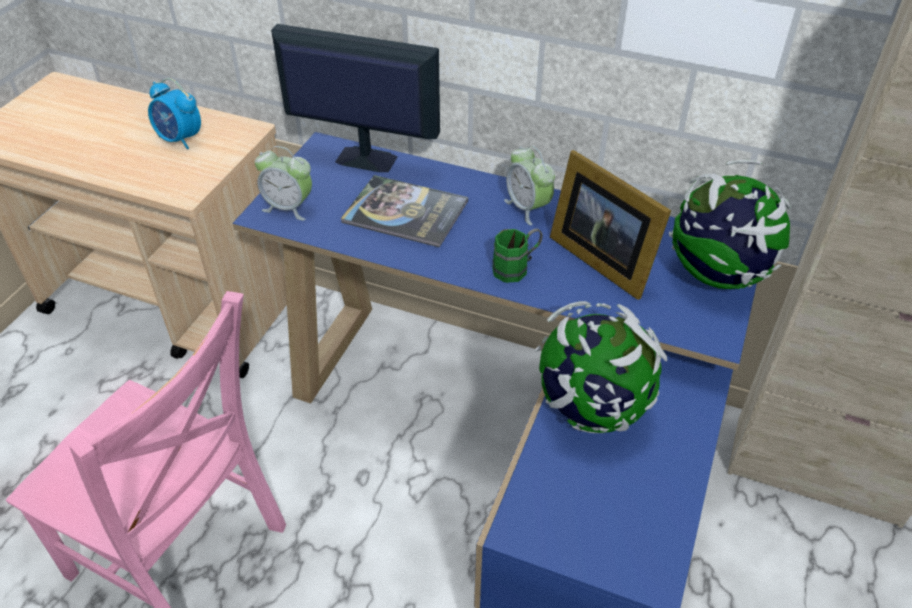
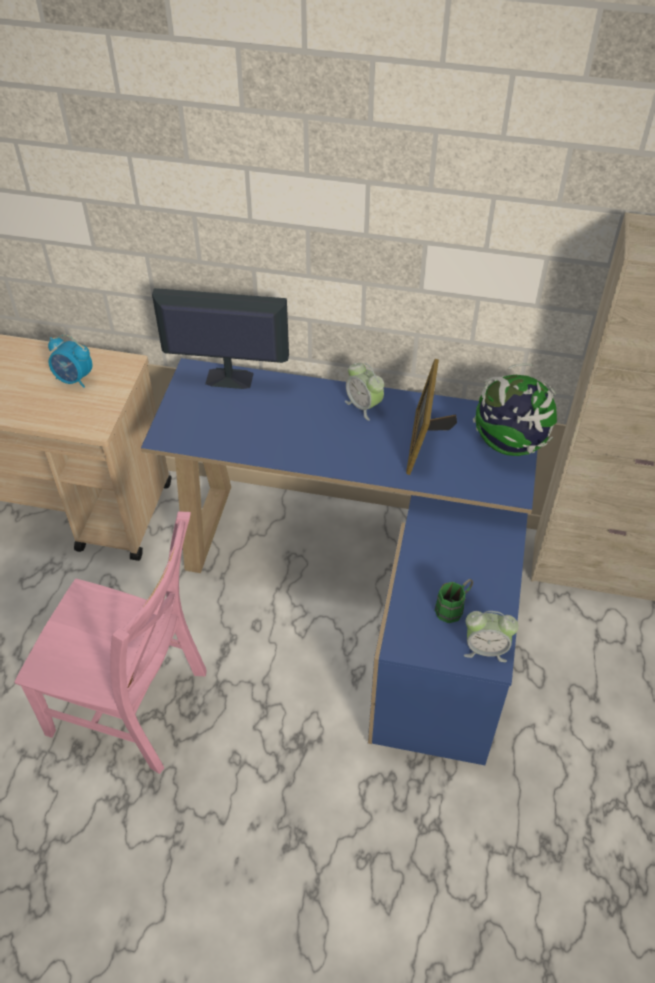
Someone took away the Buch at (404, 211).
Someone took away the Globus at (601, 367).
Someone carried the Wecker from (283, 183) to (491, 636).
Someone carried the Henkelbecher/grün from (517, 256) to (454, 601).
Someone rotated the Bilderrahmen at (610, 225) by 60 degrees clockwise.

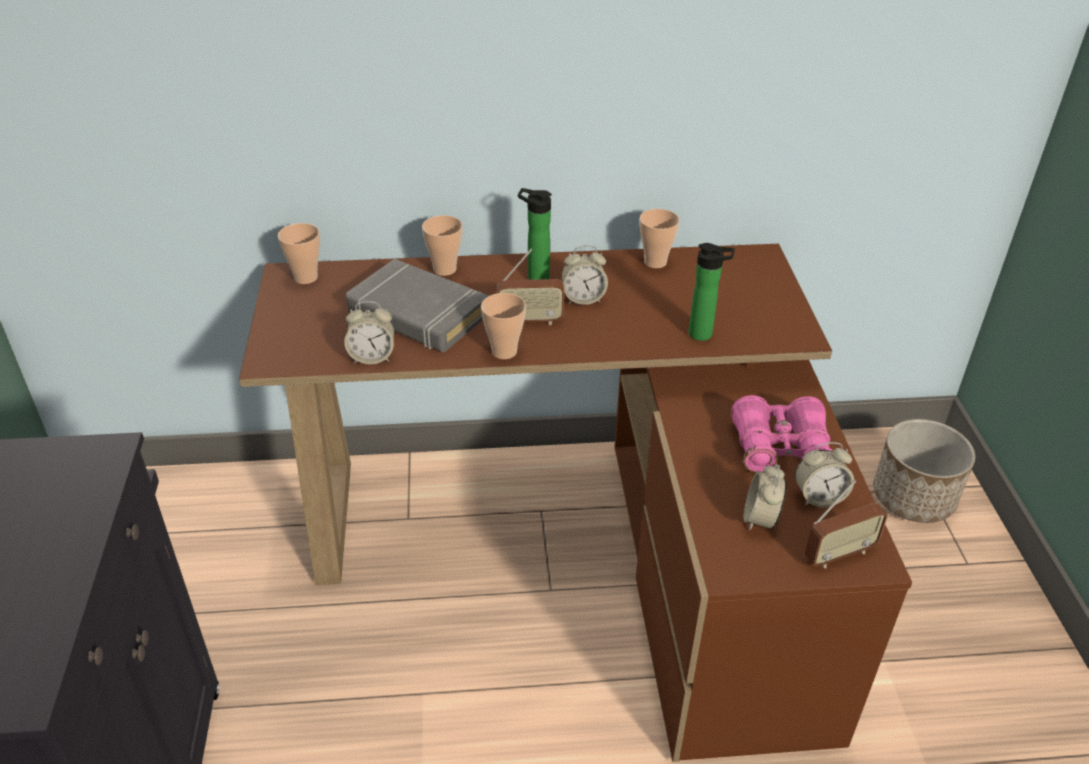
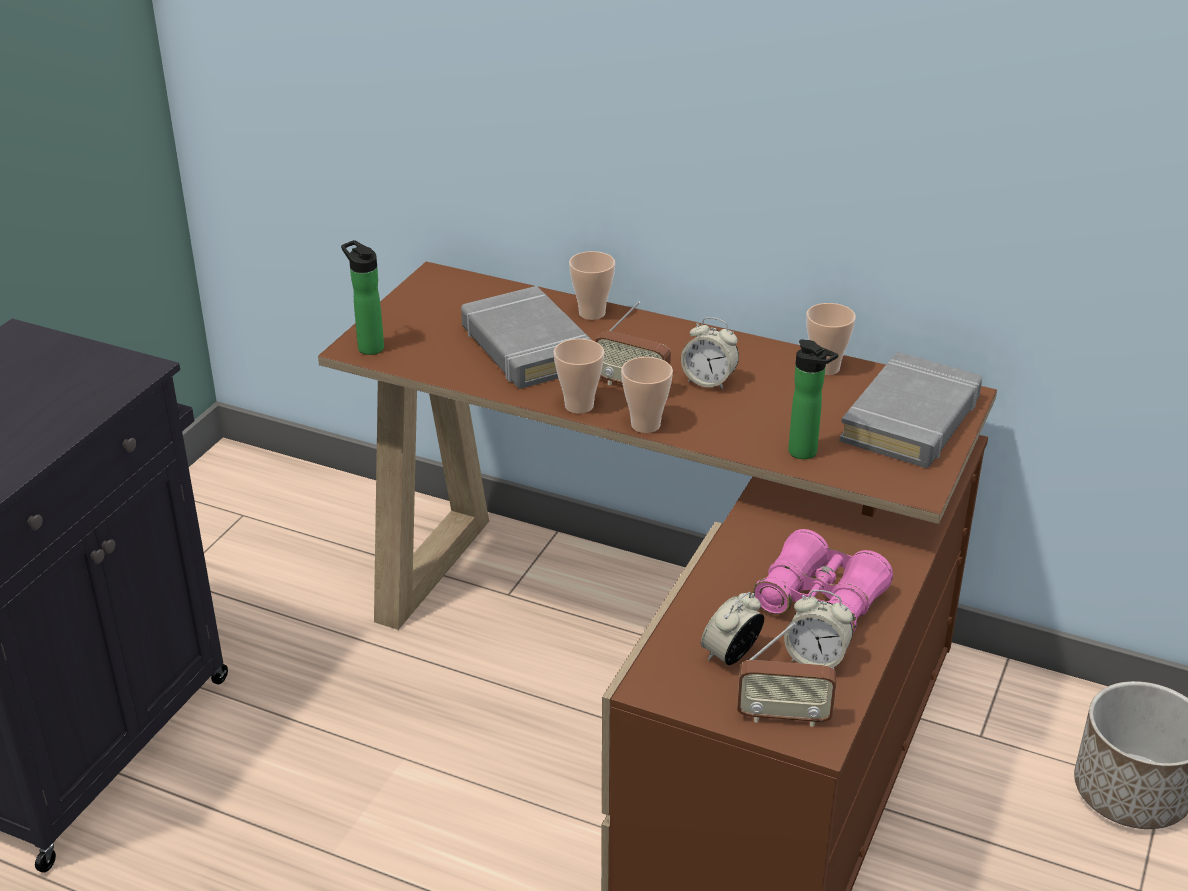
Someone took away the Wecker at (369, 332).
Someone put down the Buch/grau at (910, 410).
Someone carried the Tasse from (299, 253) to (647, 395).
Someone carried the Flasche from (535, 234) to (362, 297).

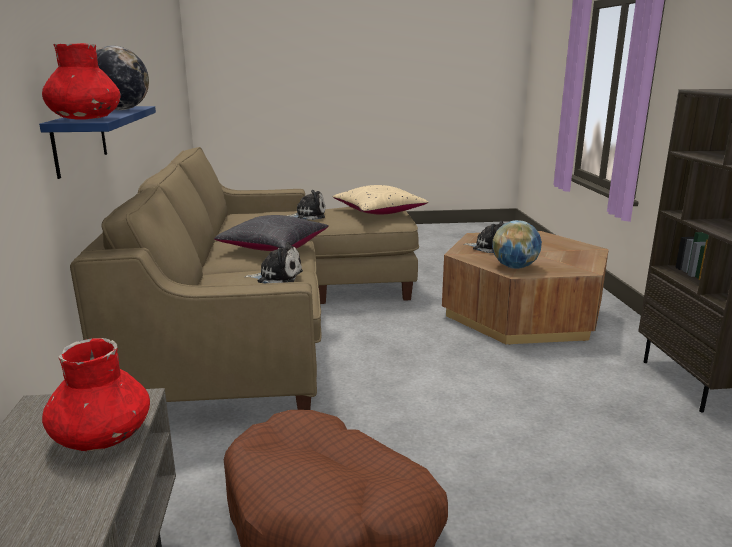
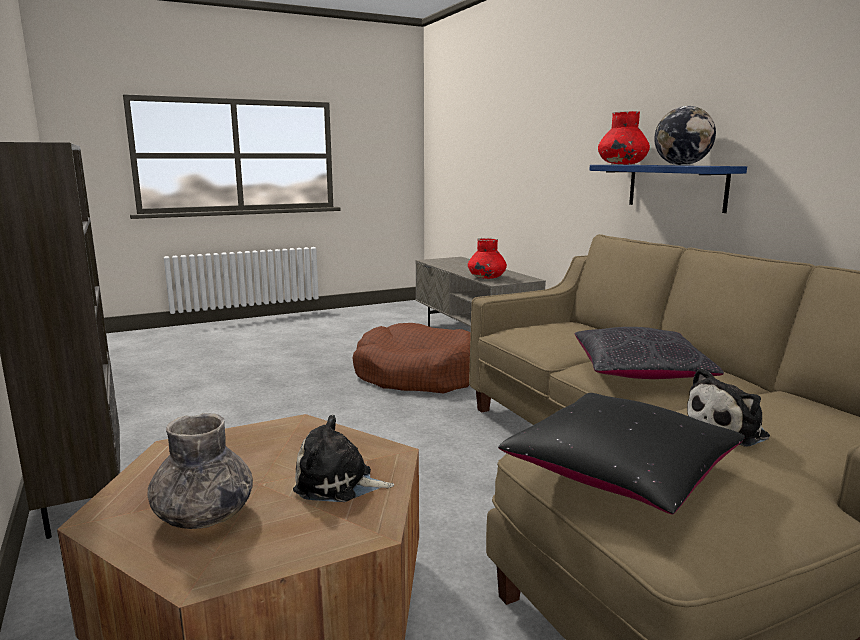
Someone took away the Plüschtier at (273, 262).
Someone took away the Globus at (517, 244).
Someone put down the Vase/grau at (200, 471).
Someone repainted the Kissen/beige at (380, 200), which became the Kissen/schwarz at (621, 454).

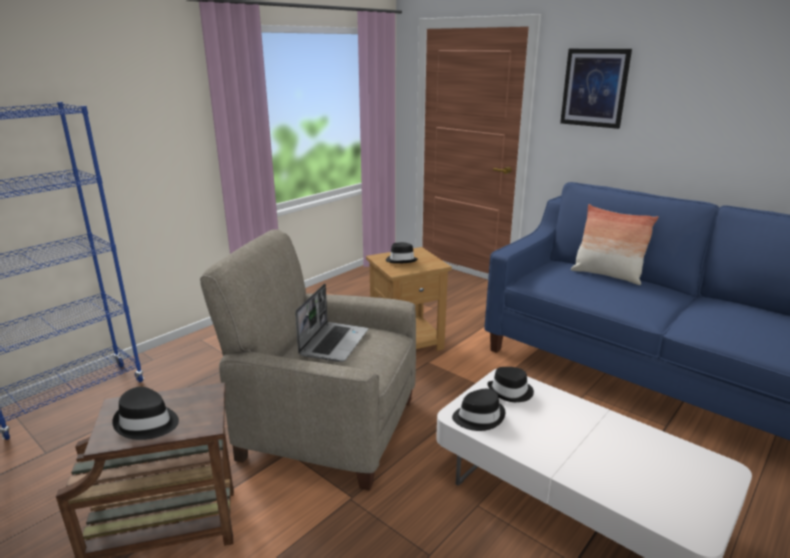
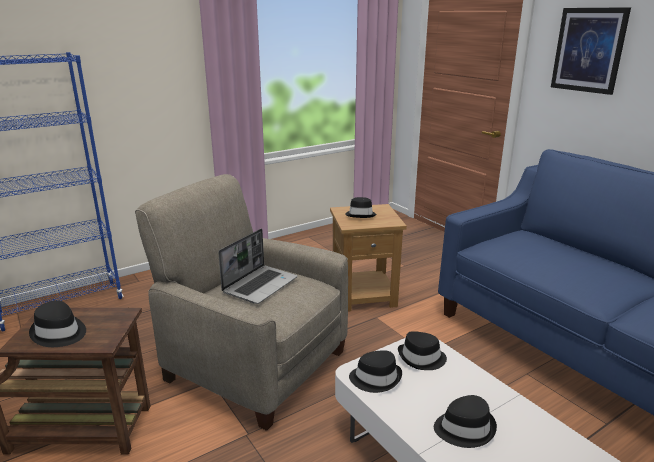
Someone took away the Kissen at (615, 244).
Someone put down the Hut/schwarz at (465, 421).

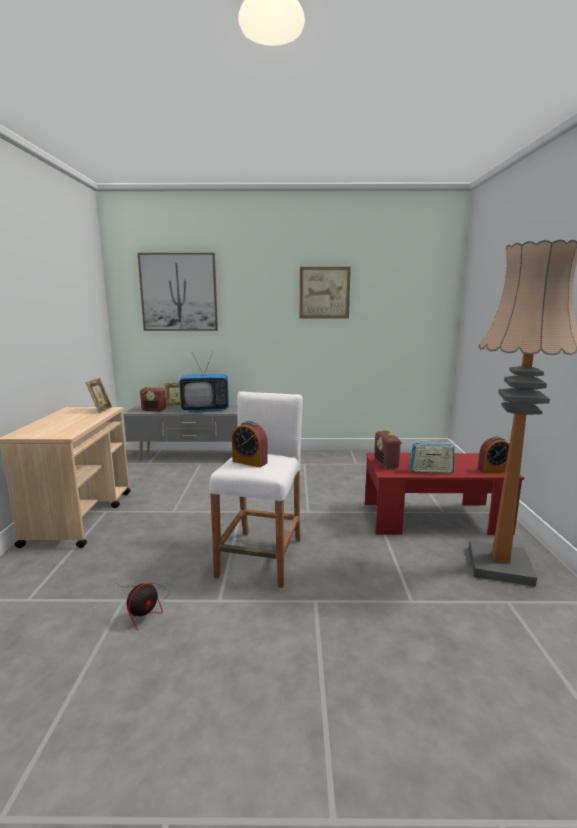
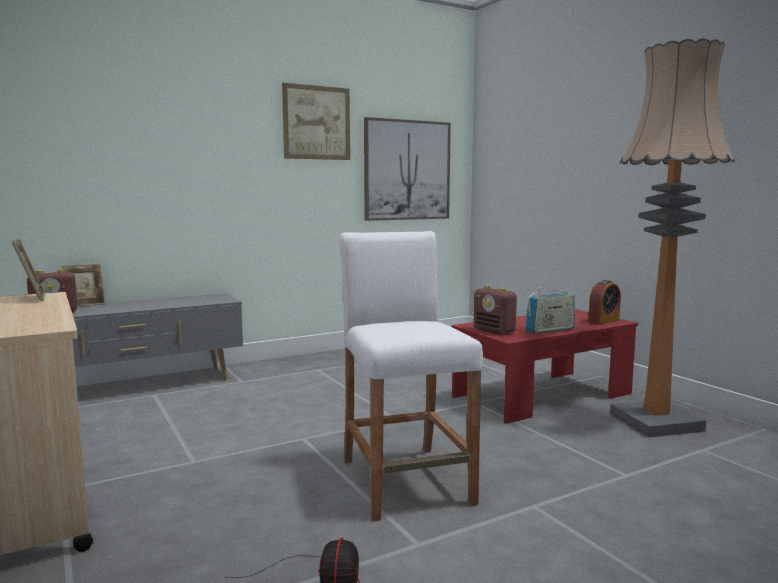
Someone took away the Fernseher at (204, 382).
Someone took away the Wecker at (250, 444).
Someone carried the Bild from (178, 292) to (407, 169).

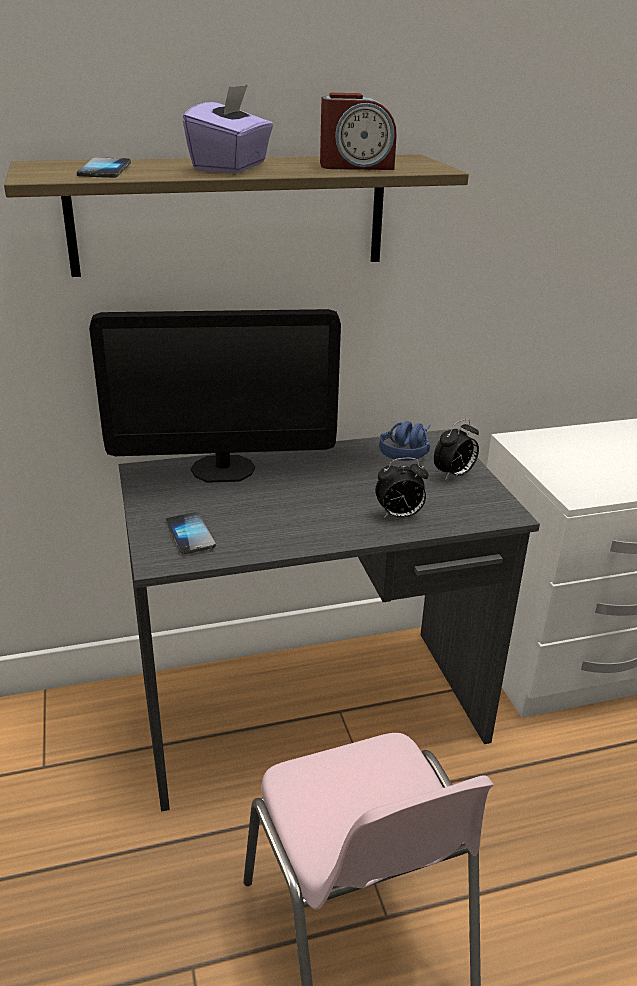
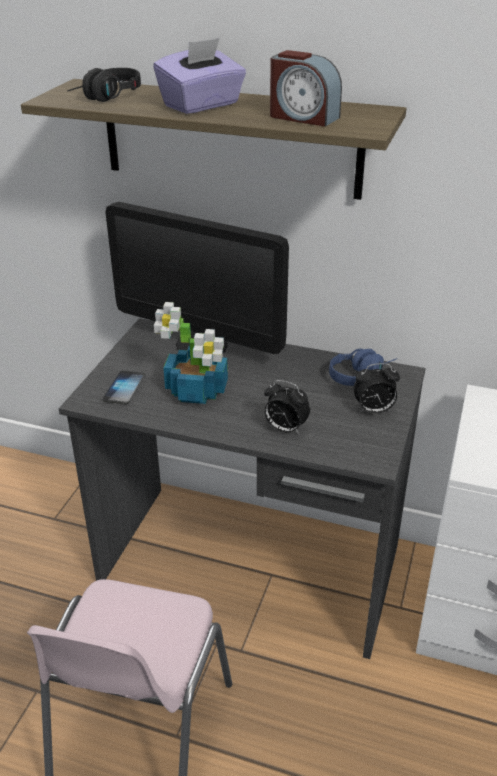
Someone put down the Topfpflanze at (191, 353).
Someone swapped the Handy at (104, 167) for the Kopfhörer/schwarz at (104, 85).

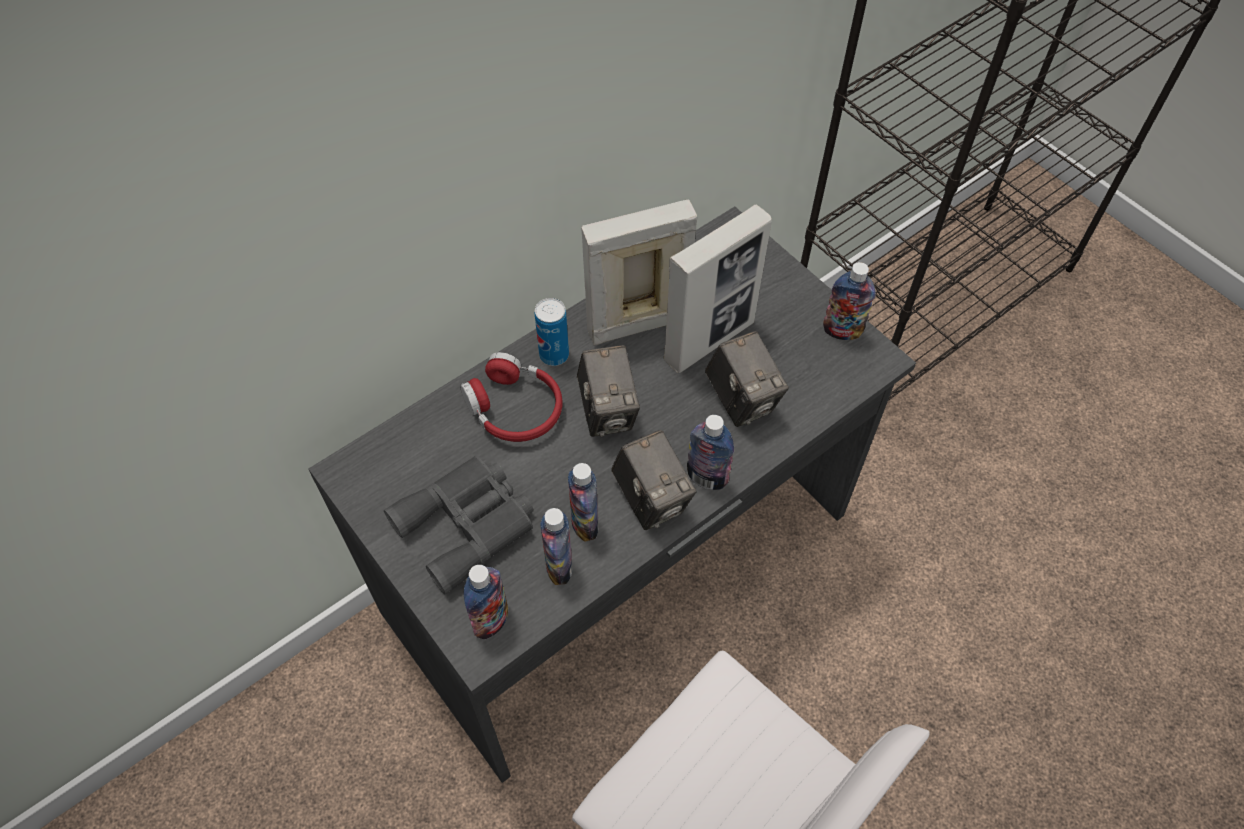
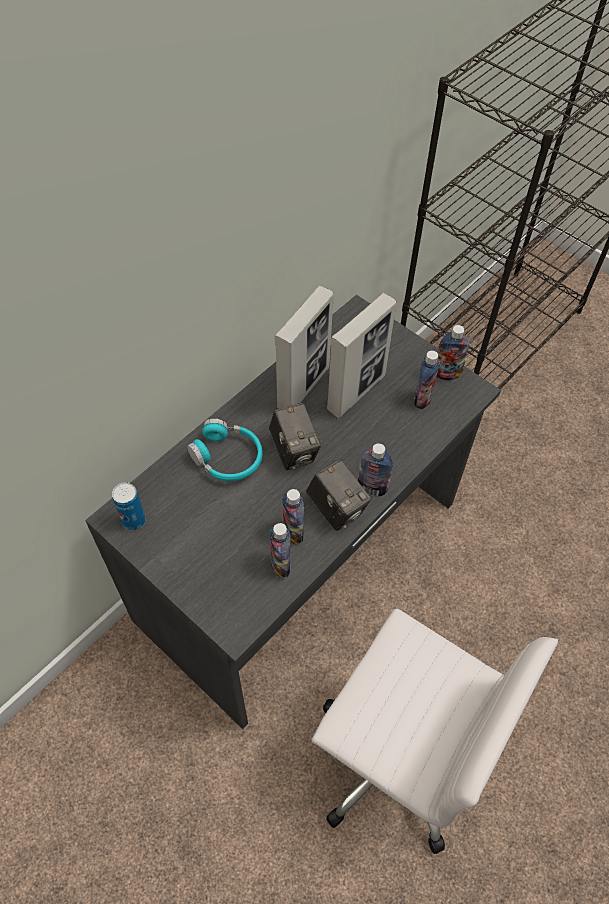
Someone took away the Fernglas/grau at (459, 525).
Someone took away the Kamera at (747, 379).
Someone carried the Flasche from (486, 602) to (427, 380).
Someone carried the Dose from (552, 332) to (129, 506).
Someone repainted the Kopfhörer/rot at (511, 397), which became the Kopfhörer/türkis at (225, 449).
Someone rotated the Bilderrahmen at (639, 272) by 150 degrees clockwise.

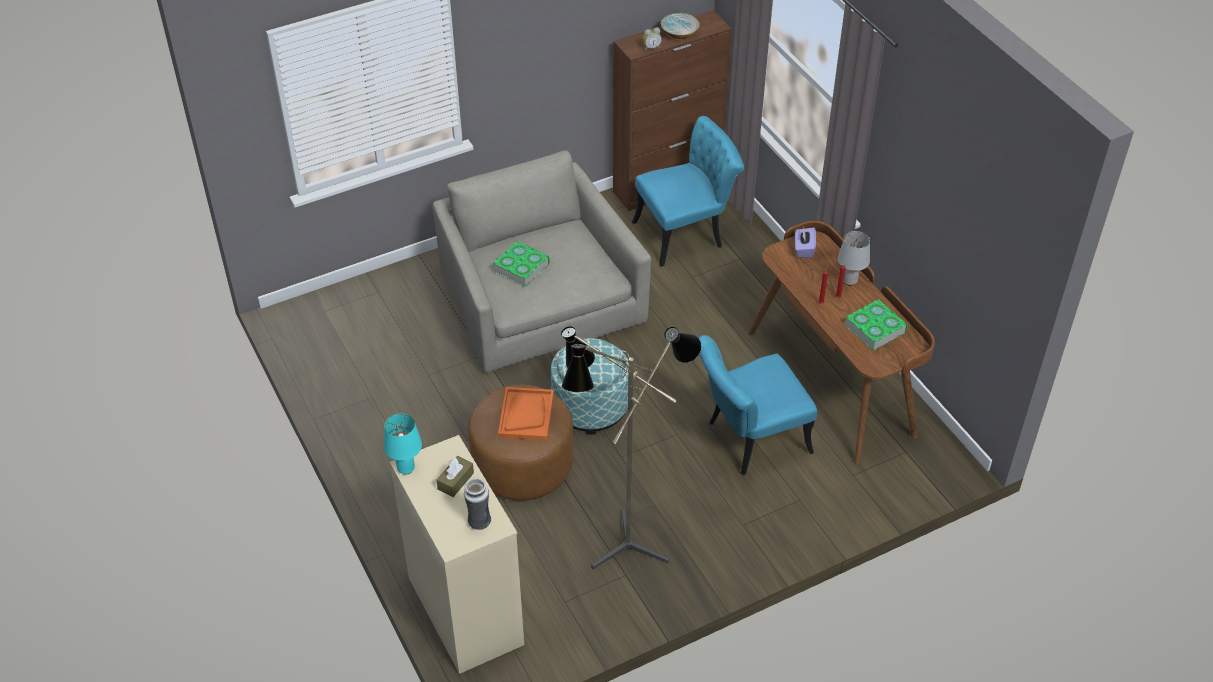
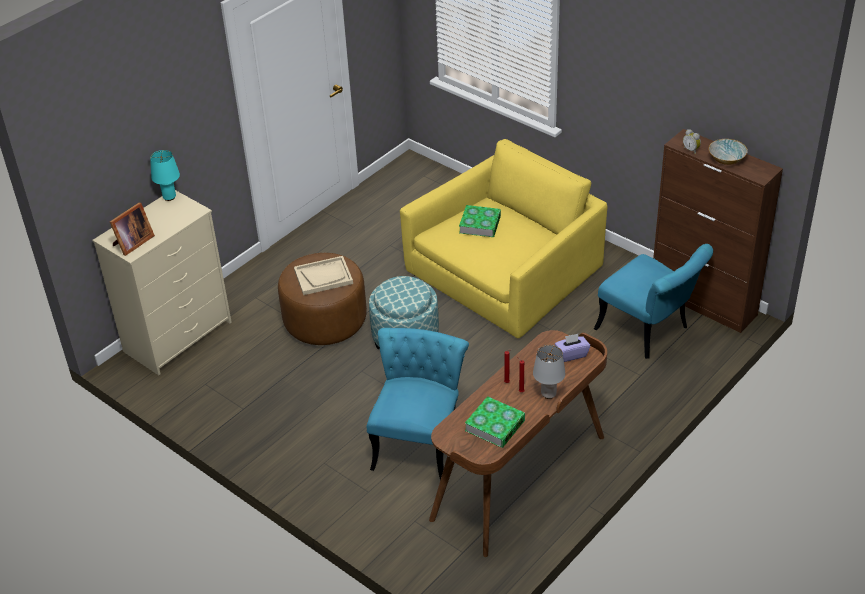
Someone took away the Taschentuchbox/braun at (455, 476).
Someone took away the Stehlampe at (631, 448).
Someone swapped the Vase at (477, 503) for the Bilderrahmen at (132, 229).
Someone repainted the Sessel/grau at (541, 261), which became the Sessel/gelb at (503, 238).
Someone repainted the Tablett/orange at (526, 413), which became the Tablett/beige at (323, 275).
Someone rotated the Stuhl/türkis at (758, 405) by 60 degrees clockwise.

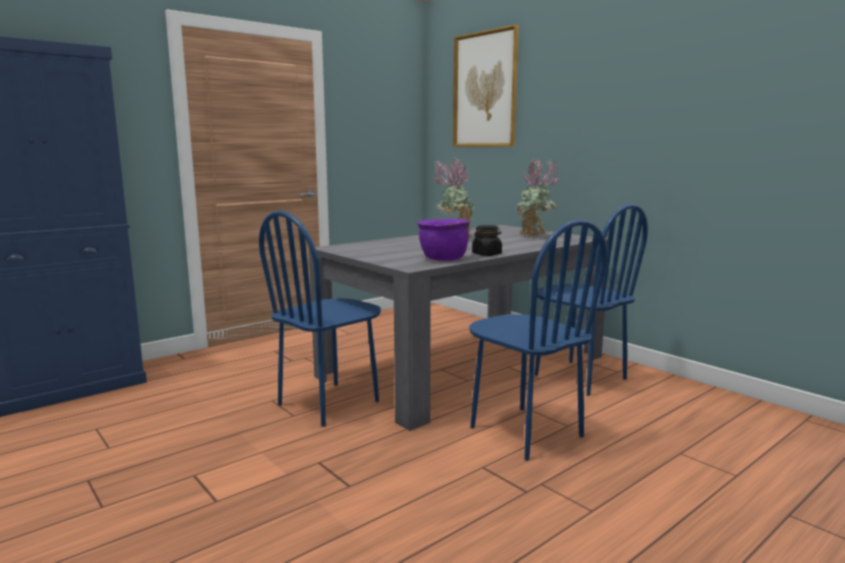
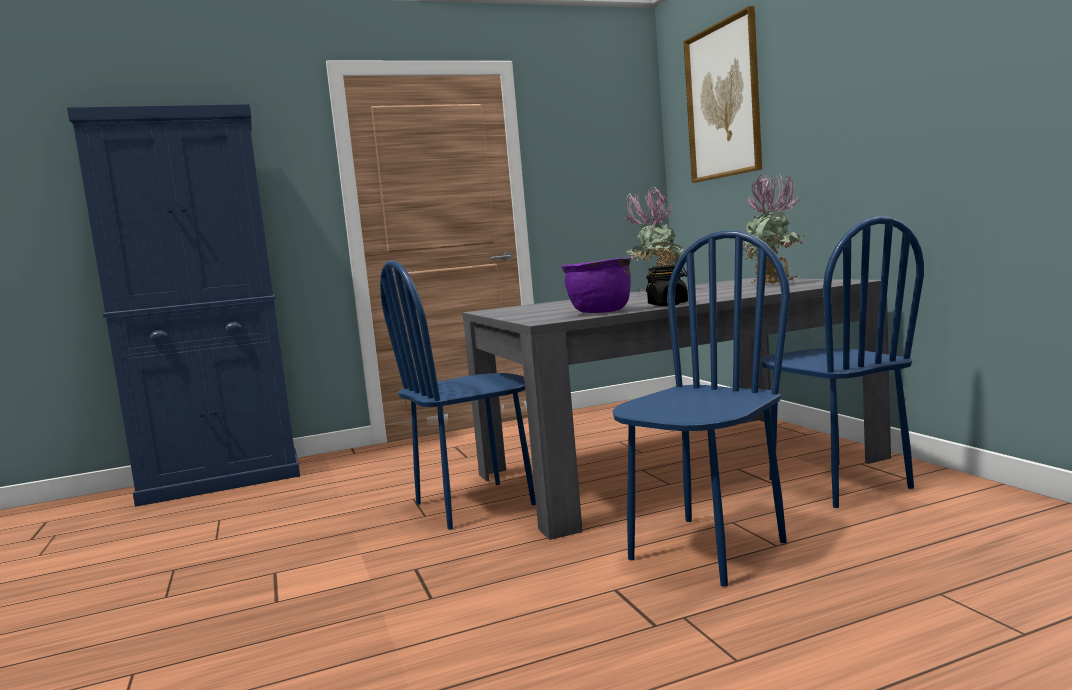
Someone rotated the Stuhl/blau at (538, 340) by 120 degrees counterclockwise.

